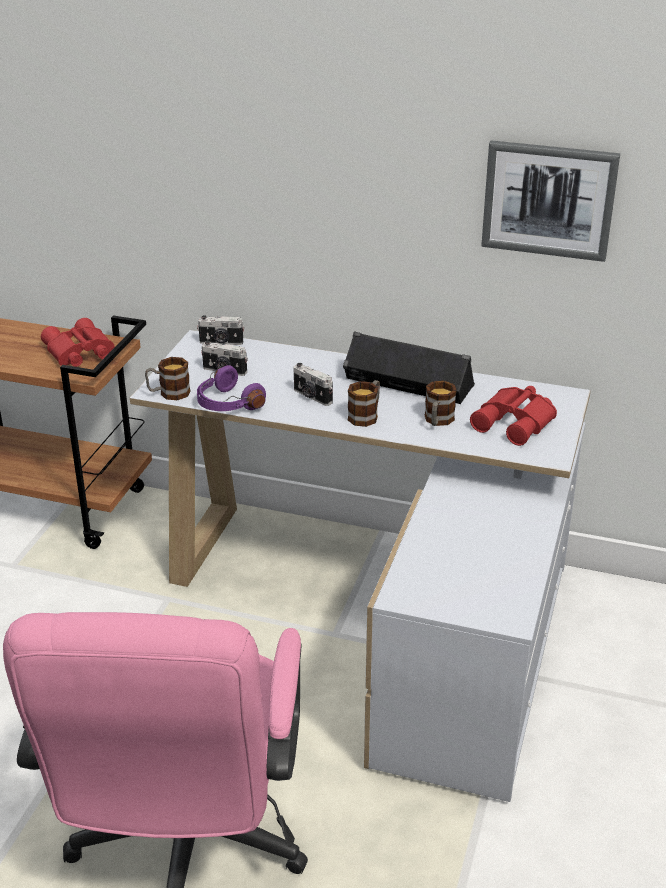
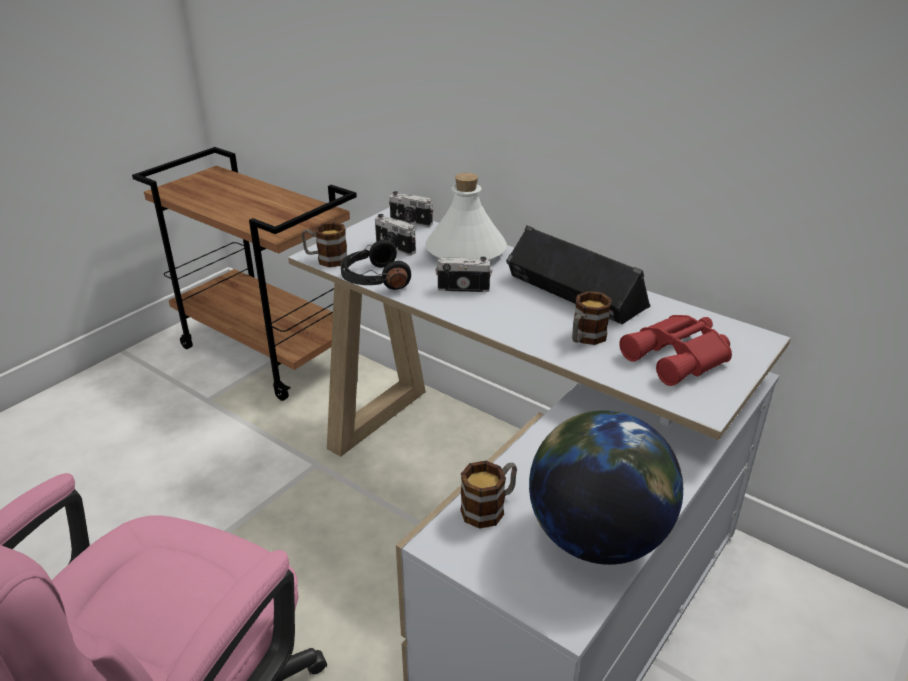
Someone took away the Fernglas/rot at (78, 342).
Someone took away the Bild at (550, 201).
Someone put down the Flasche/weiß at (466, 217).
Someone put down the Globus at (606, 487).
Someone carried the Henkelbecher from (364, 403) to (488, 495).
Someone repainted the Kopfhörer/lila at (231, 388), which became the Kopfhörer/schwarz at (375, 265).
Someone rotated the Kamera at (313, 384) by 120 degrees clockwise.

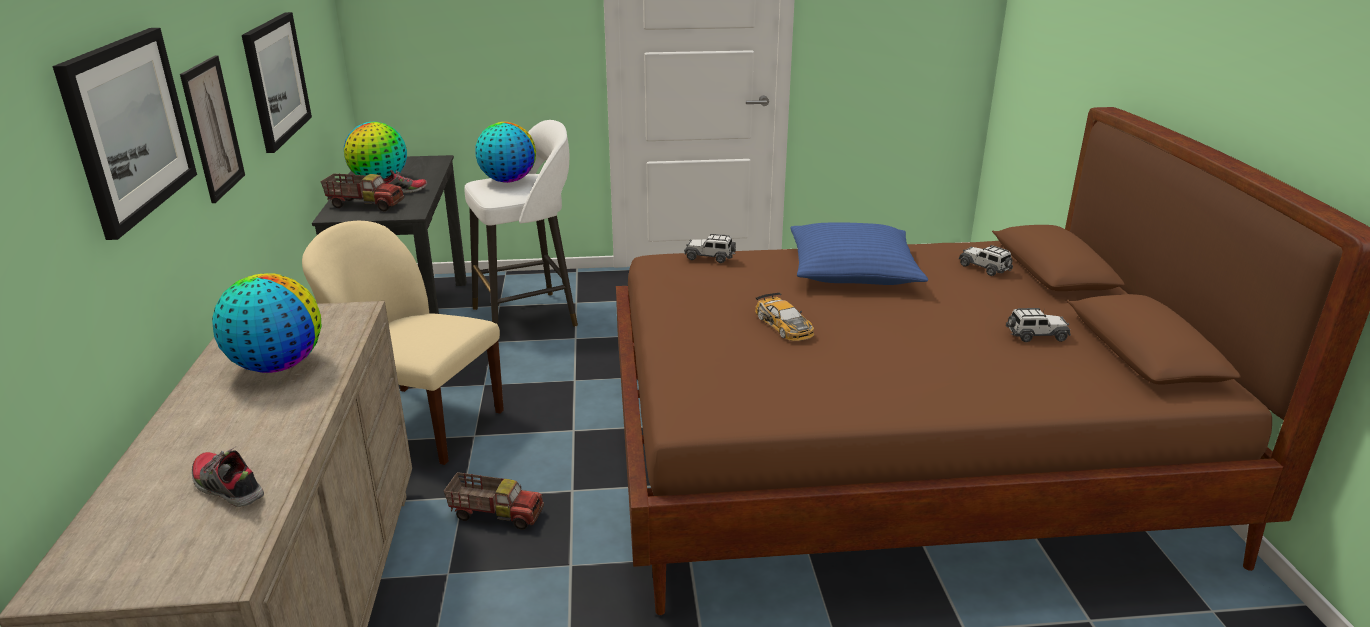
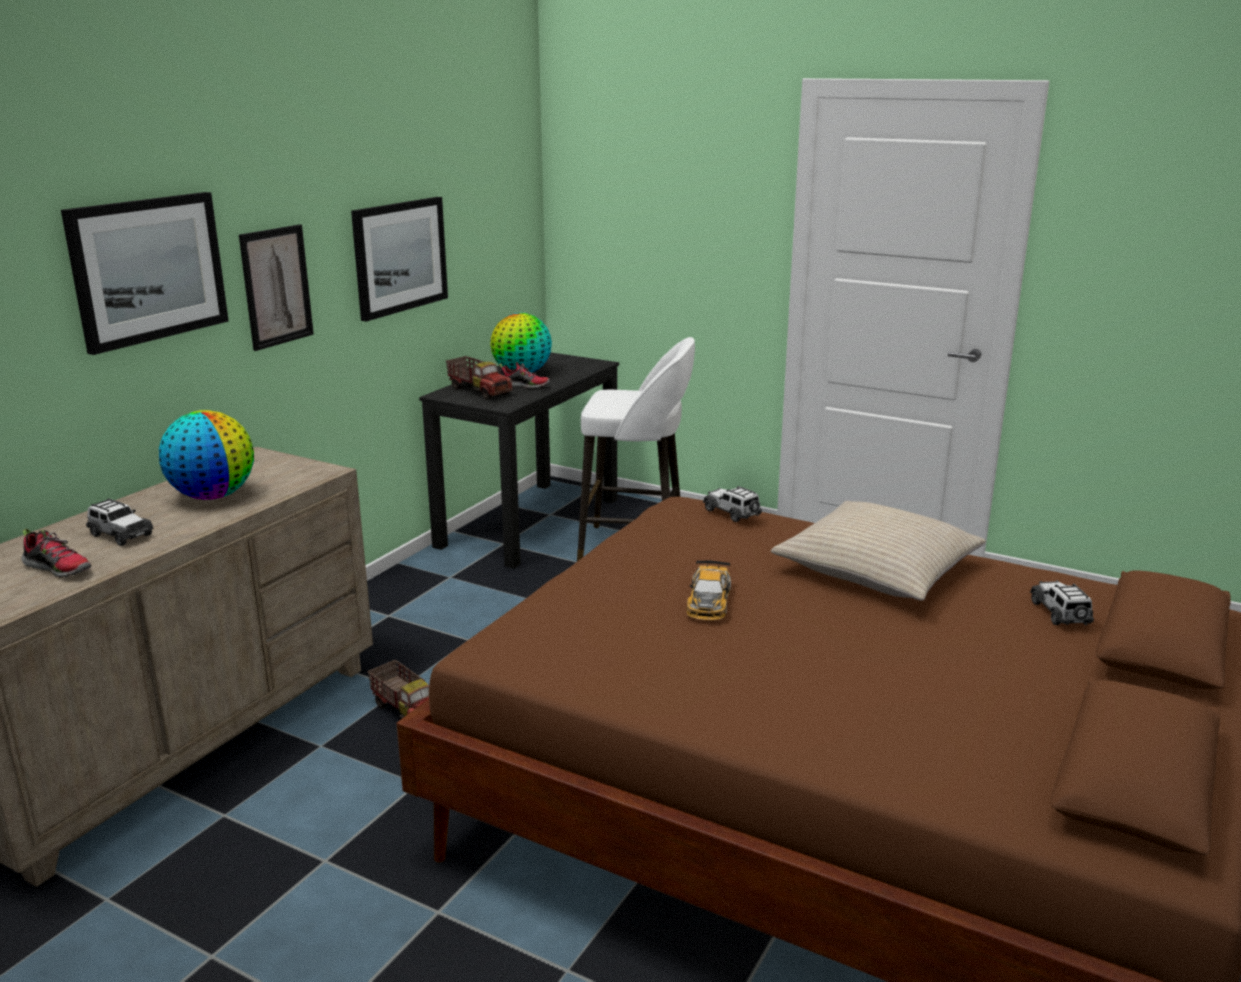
Someone took away the Stuhl/beige at (403, 343).
Someone took away the Globus at (505, 152).
Someone carried the Spielzeugauto from (1038, 324) to (120, 522).
Someone repainted the Kissen/blau at (859, 254), which became the Kissen/beige at (878, 550).
Someone rotated the Schuh at (228, 476) by 135 degrees clockwise.

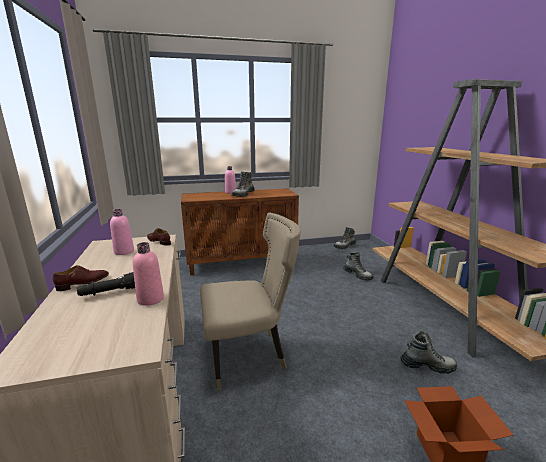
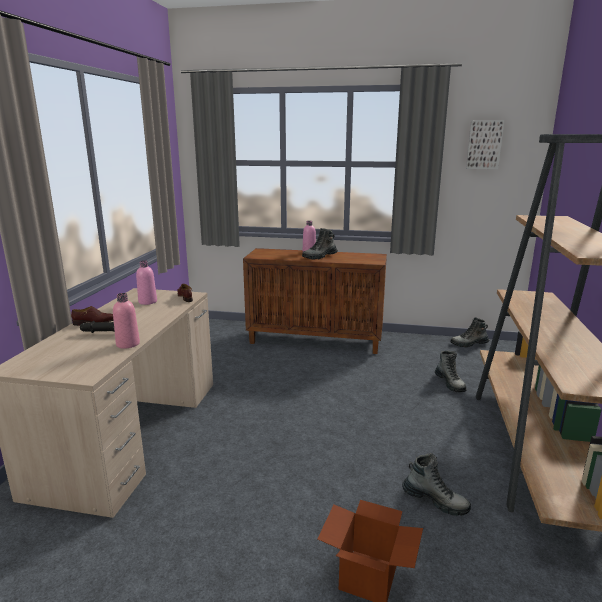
Someone took away the Stuhl/beige at (250, 302).
Someone put up the Bild at (485, 144).

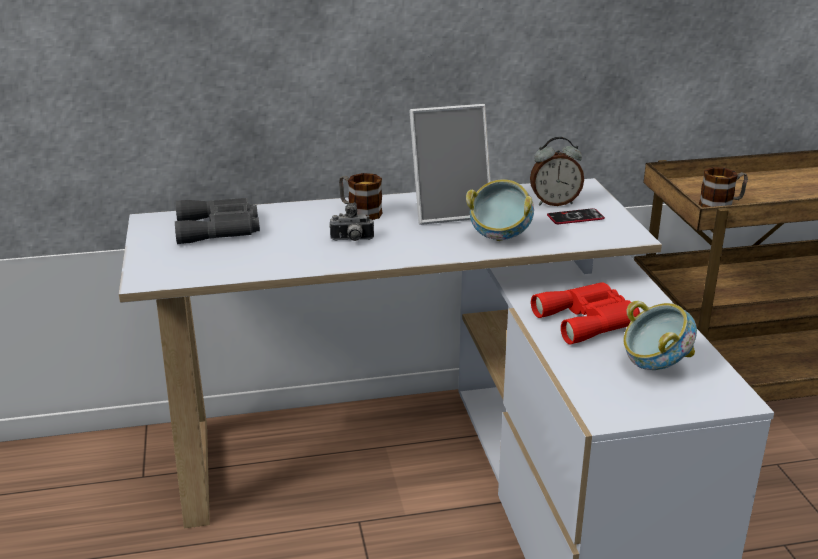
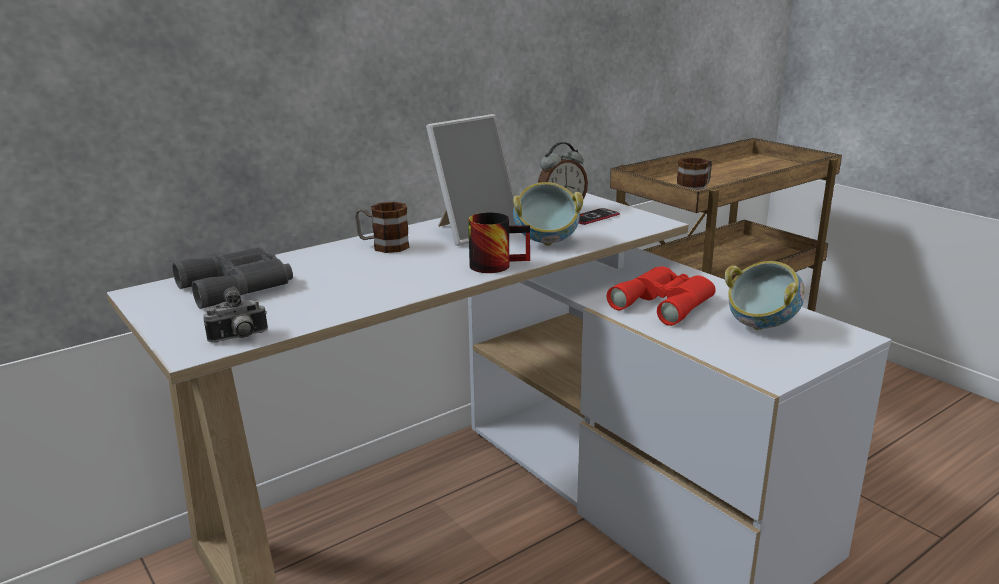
Someone put down the Henkelbecher at (499, 242).
Someone carried the Kamera from (351, 221) to (235, 314).

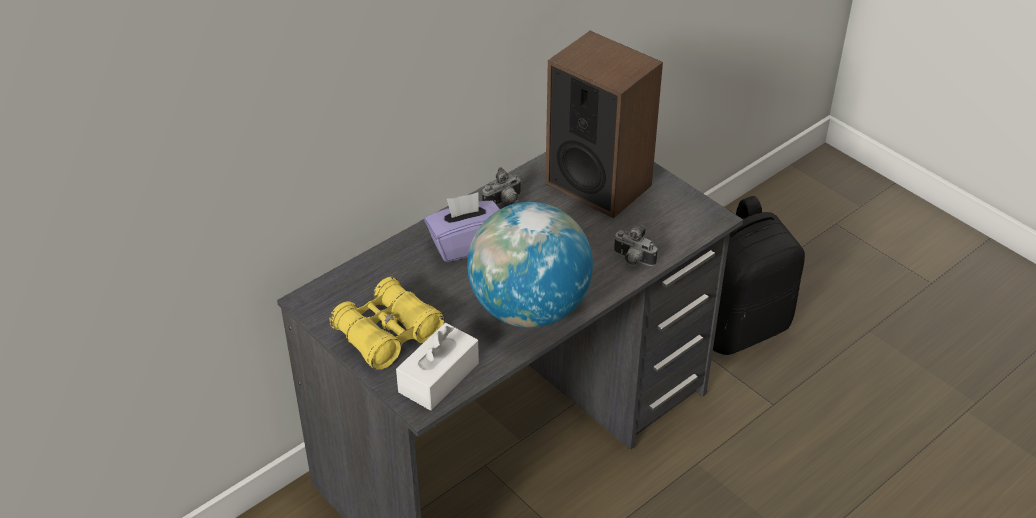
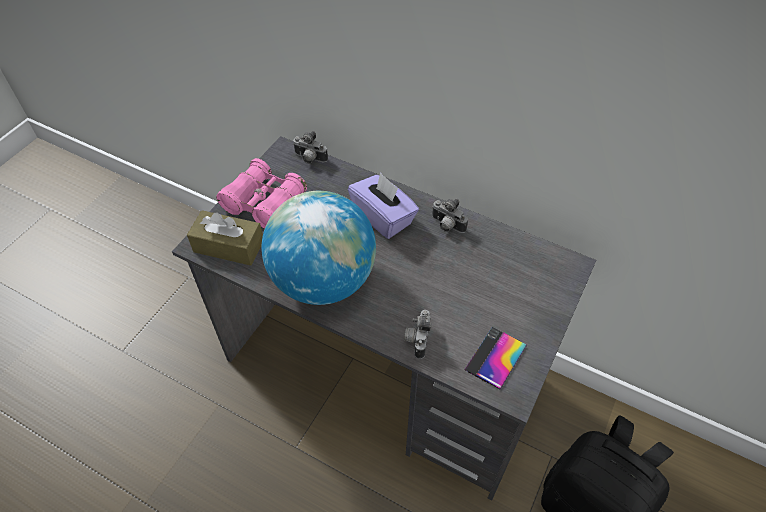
Someone took away the Lautsprecher at (604, 124).
Someone put down the Kamera at (310, 147).
Someone put down the Handy at (495, 358).
Someone repainted the Fernglas/gelb at (386, 323), which became the Fernglas/rosa at (261, 193).
Someone repainted the Taschentuchbox/weiß at (437, 366), which became the Taschentuchbox/braun at (225, 238).

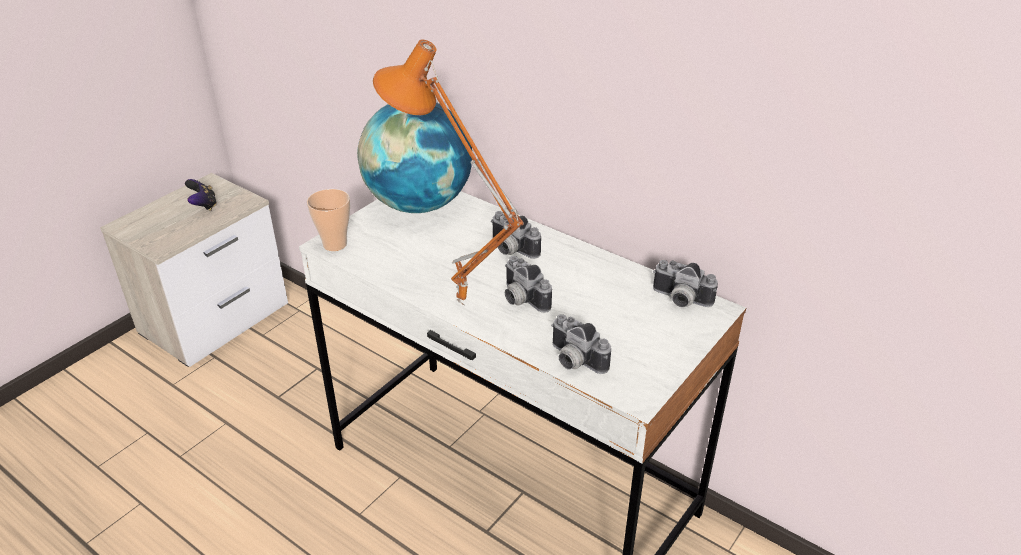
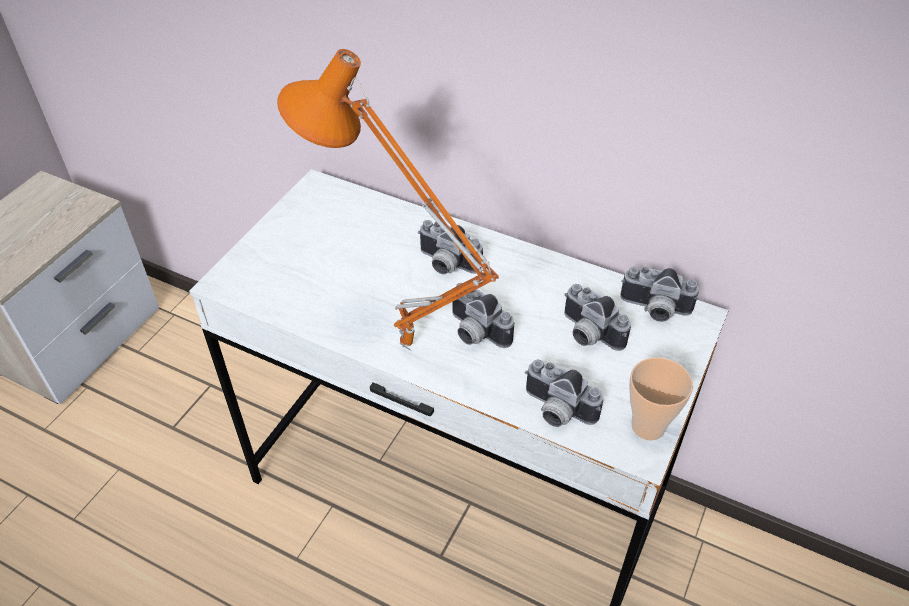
Someone took away the Gamepad at (201, 195).
Someone took away the Globus at (414, 157).
Someone put down the Kamera at (597, 317).
Someone carried the Tasse from (328, 220) to (661, 399).

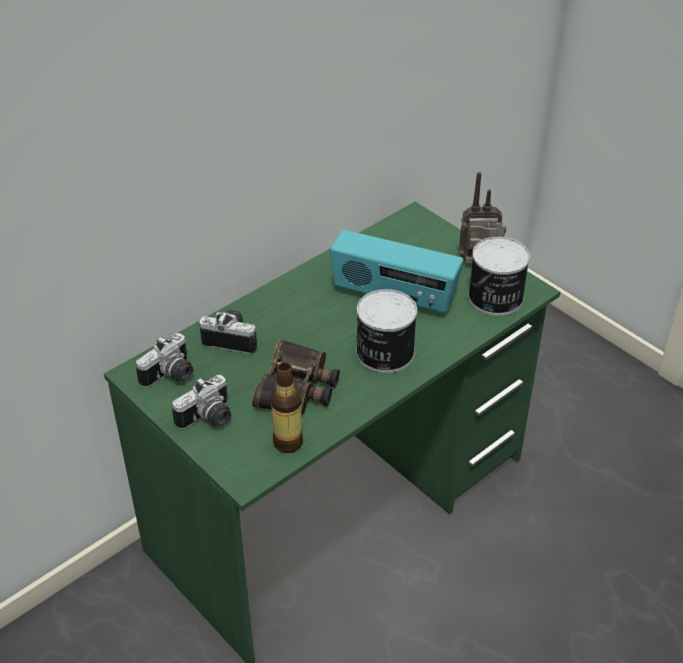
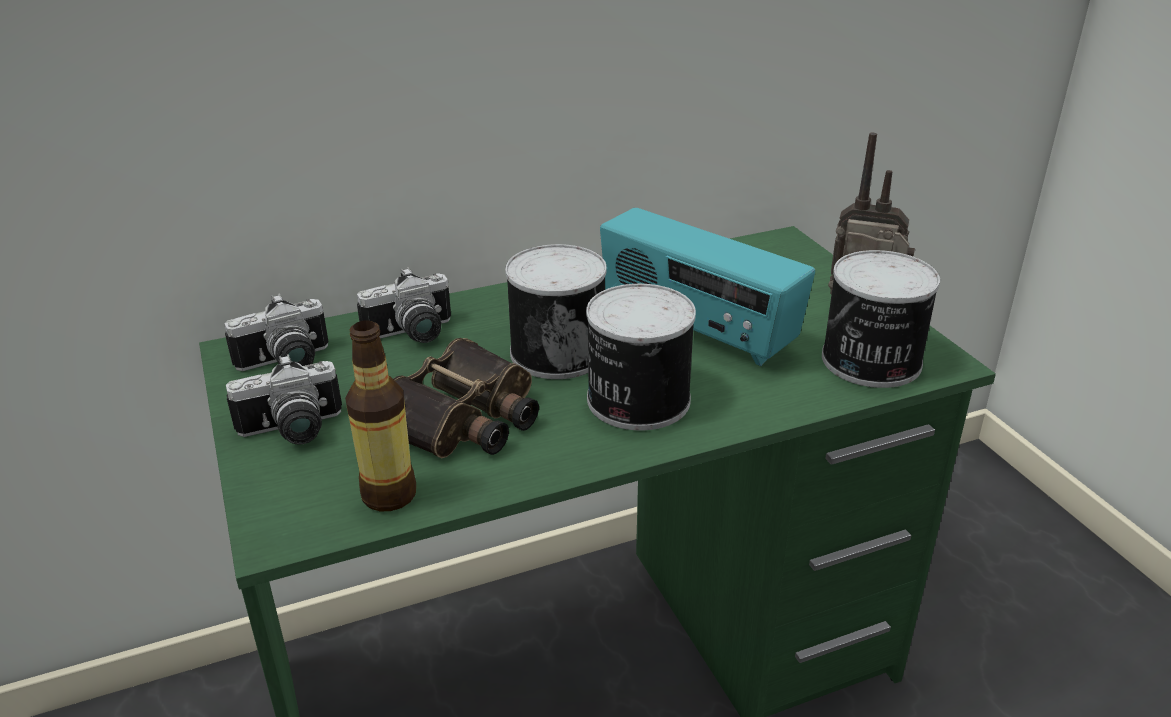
Someone put down the Dose at (556, 311).
Someone rotated the Kamera at (228, 331) by 120 degrees clockwise.

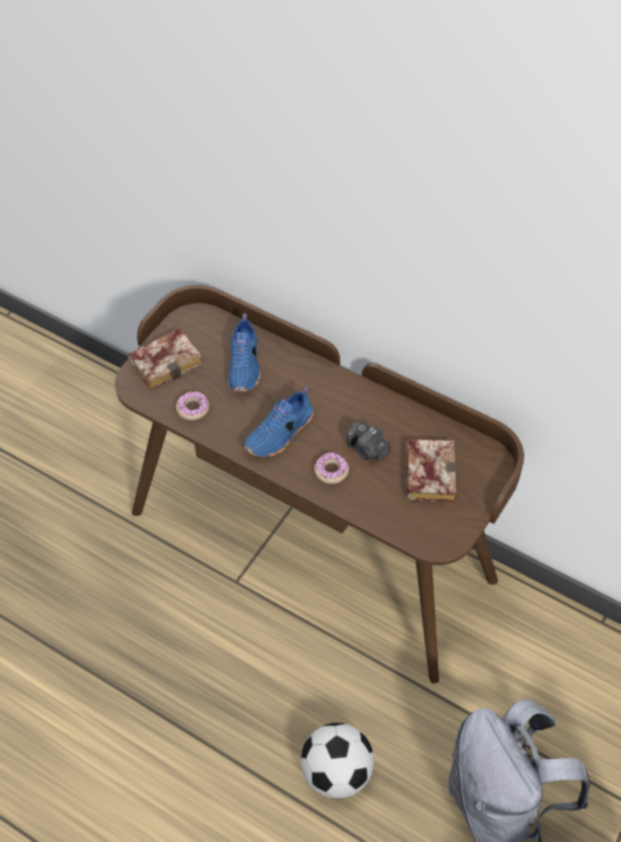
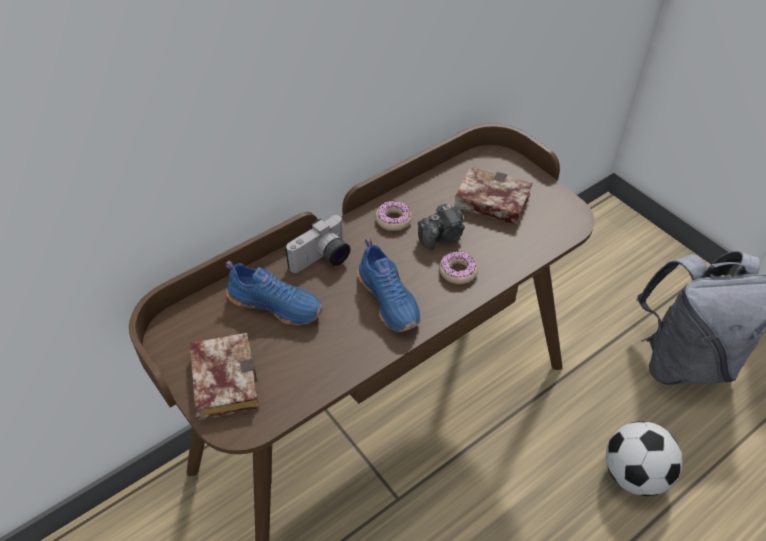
Someone put down the Kamera at (318, 244).
Someone carried the Donut from (192, 405) to (393, 216).

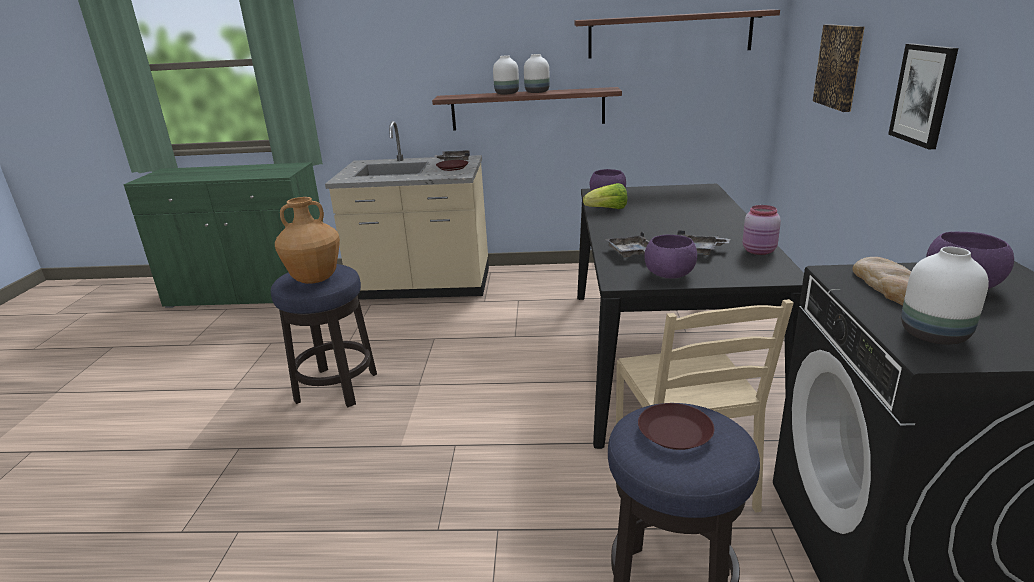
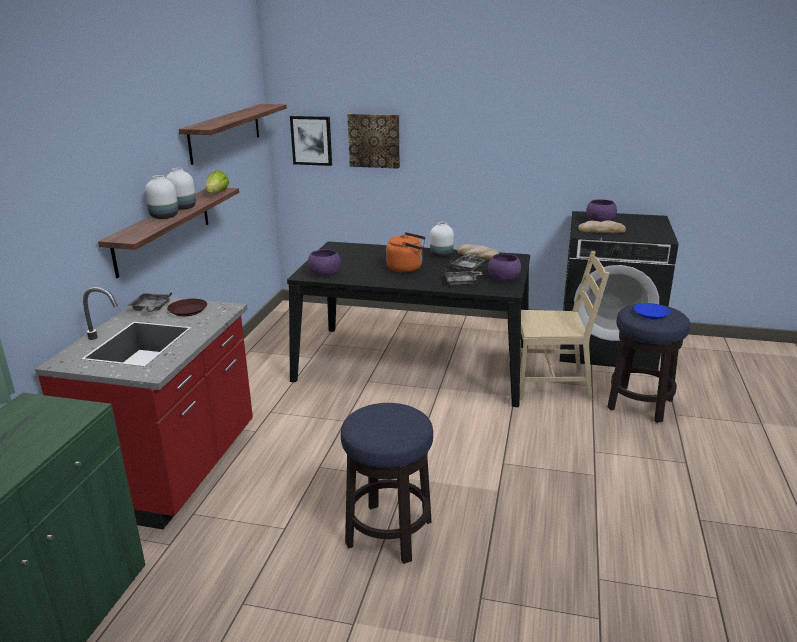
Someone took away the Vase/braun at (307, 240).
Someone put down the Wasserkessel/orange at (405, 252).
Someone carried the Salatkopf from (605, 196) to (217, 181).
Someone carried the Bild from (923, 96) to (311, 141).
Someone carried the Vase/weiß from (945, 296) to (442, 239).
Someone swapped the Vorratsglas/rosa at (761, 230) for the Brot at (478, 251).
Someone repainted the Küchenzeile/beige at (407, 210), which became the Küchenzeile/rot at (144, 408).
Someone repainted the Teller/braun at (676, 426), which became the Teller/blau at (652, 311).

